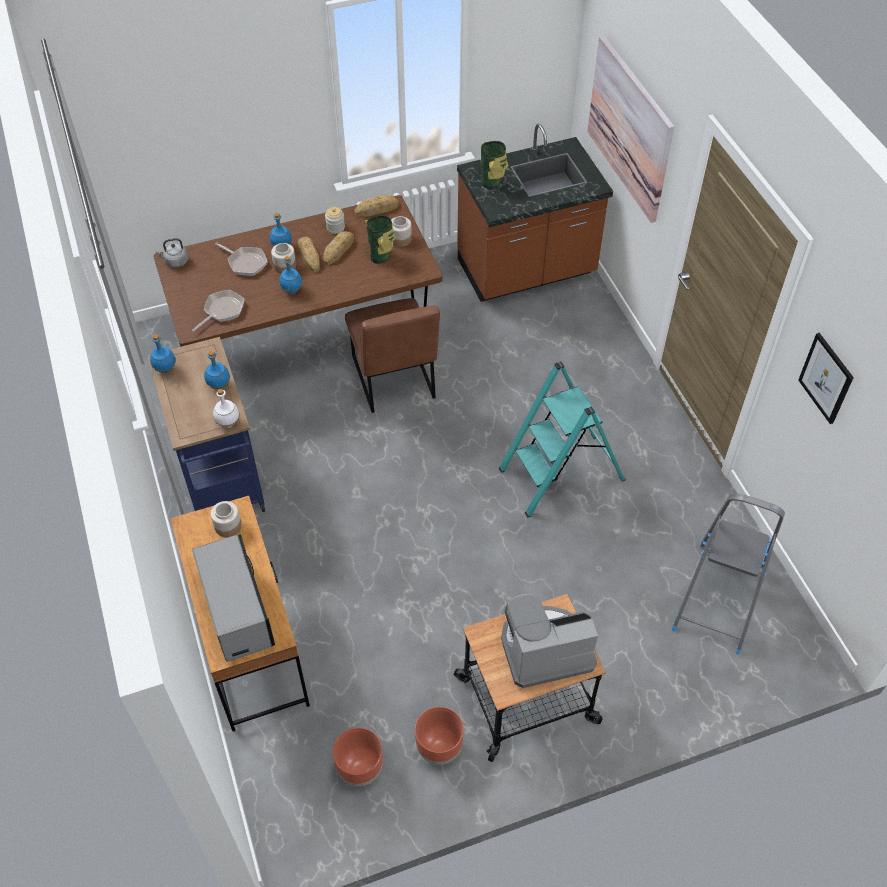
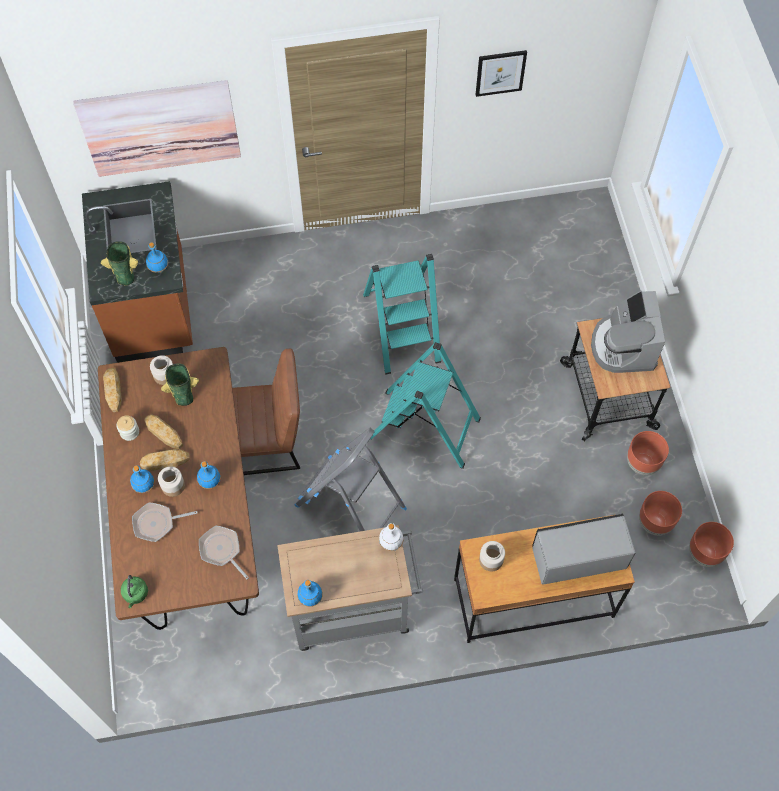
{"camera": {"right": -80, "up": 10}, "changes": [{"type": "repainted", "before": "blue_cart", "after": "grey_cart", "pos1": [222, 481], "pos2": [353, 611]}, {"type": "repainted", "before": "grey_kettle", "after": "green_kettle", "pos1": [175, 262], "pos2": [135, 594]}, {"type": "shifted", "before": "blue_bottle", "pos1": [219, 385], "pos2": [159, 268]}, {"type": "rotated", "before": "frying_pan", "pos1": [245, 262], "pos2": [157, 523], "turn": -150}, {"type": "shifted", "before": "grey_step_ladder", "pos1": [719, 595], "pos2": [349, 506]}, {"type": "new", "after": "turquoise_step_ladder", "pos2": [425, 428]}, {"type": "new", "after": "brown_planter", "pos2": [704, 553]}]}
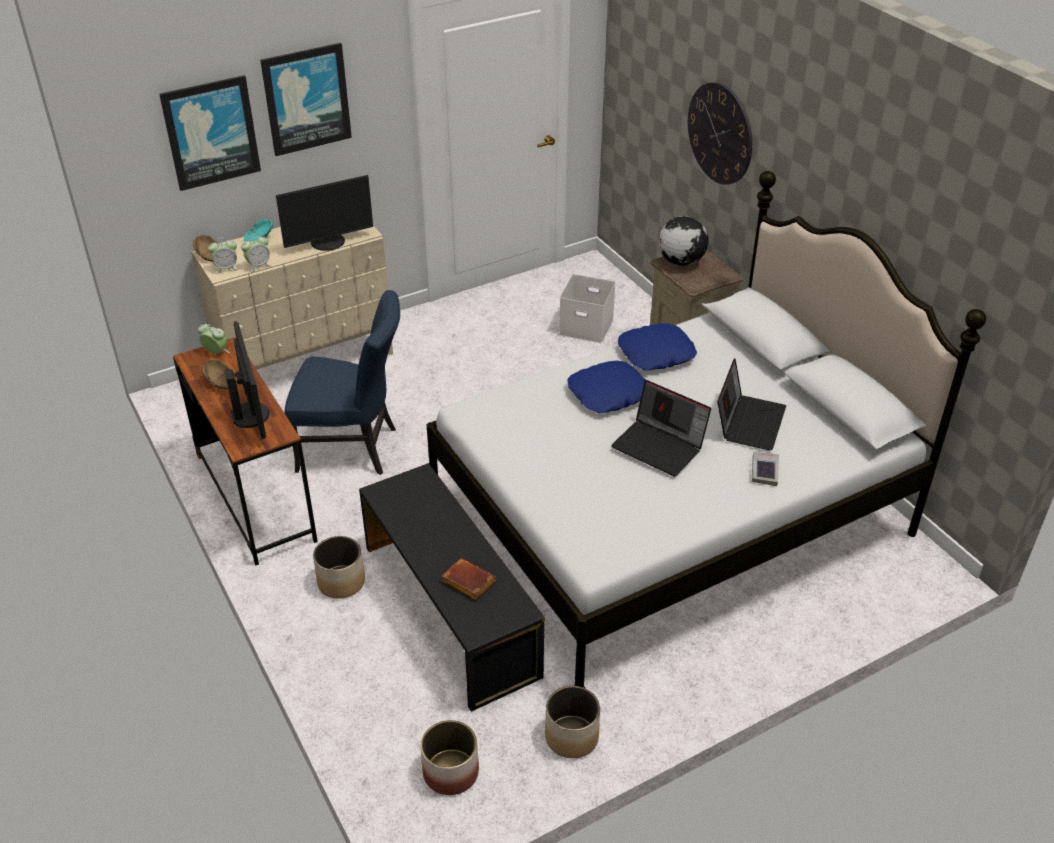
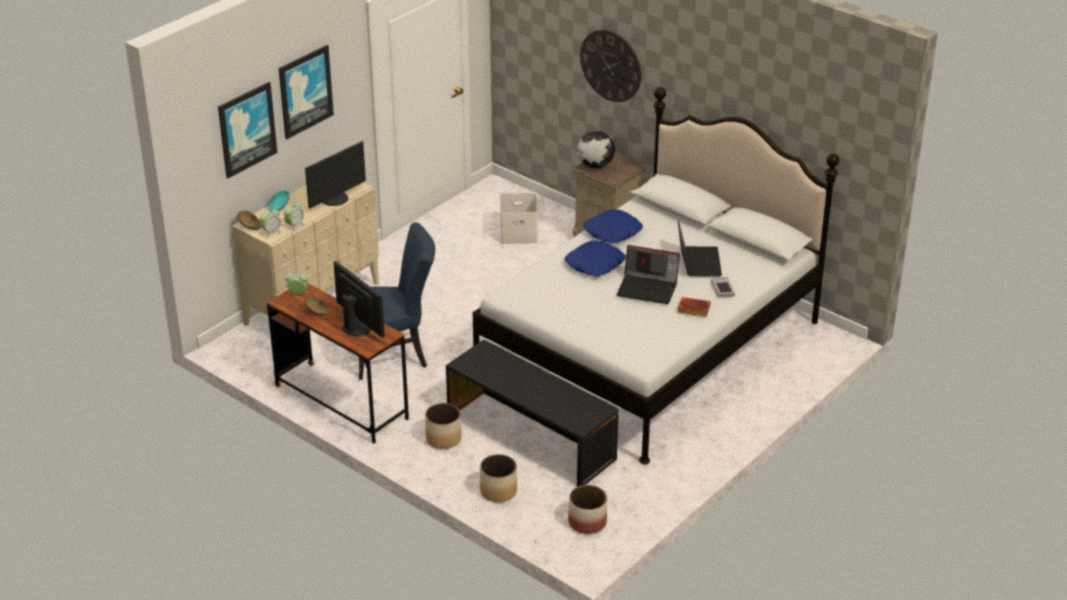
{"camera": {"right": -20, "up": -5}, "changes": [{"type": "shifted", "before": "brown_book", "pos1": [466, 582], "pos2": [692, 310]}, {"type": "shifted", "before": "planter", "pos1": [571, 737], "pos2": [498, 491]}]}
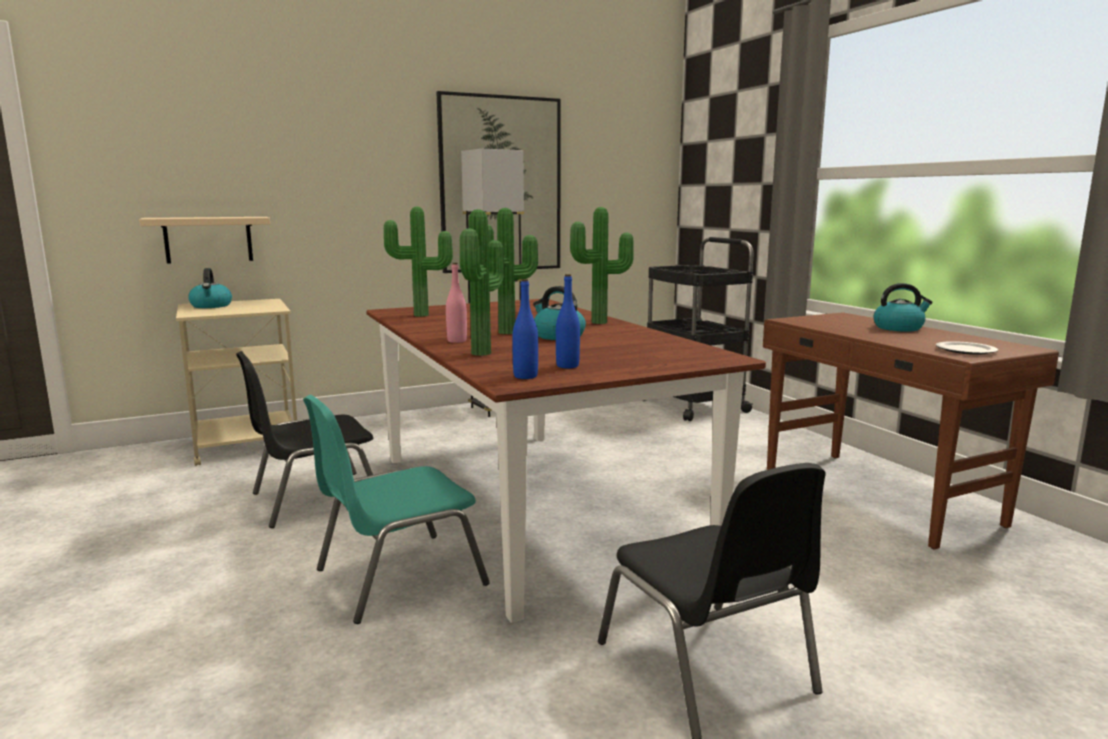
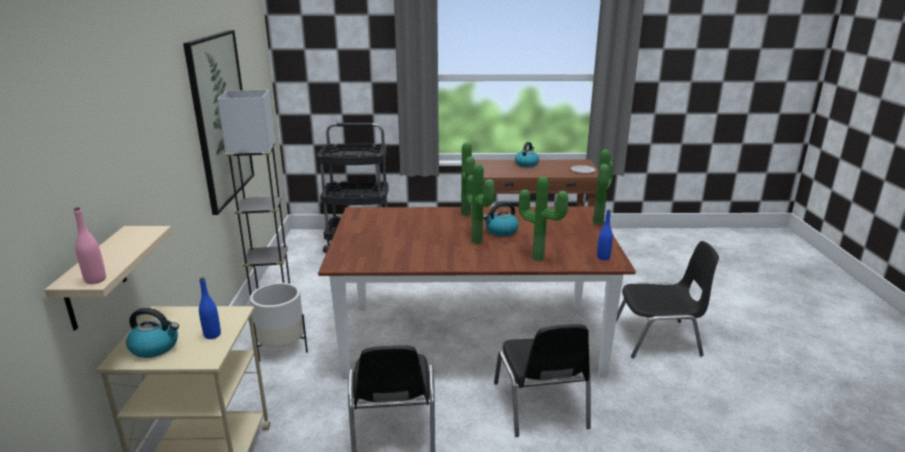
{"camera": {"right": -65, "up": 10}, "changes": [{"type": "repainted", "before": "turquoise_chair", "after": "black_chair", "pos1": [397, 577], "pos2": [541, 406]}, {"type": "shifted", "before": "potted_plant", "pos1": [421, 315], "pos2": [600, 222]}, {"type": "shifted", "before": "pink_bottle", "pos1": [457, 341], "pos2": [95, 280]}, {"type": "shifted", "before": "blue_bottle", "pos1": [567, 366], "pos2": [212, 335]}, {"type": "new", "after": "white_planter", "pos2": [282, 349]}]}
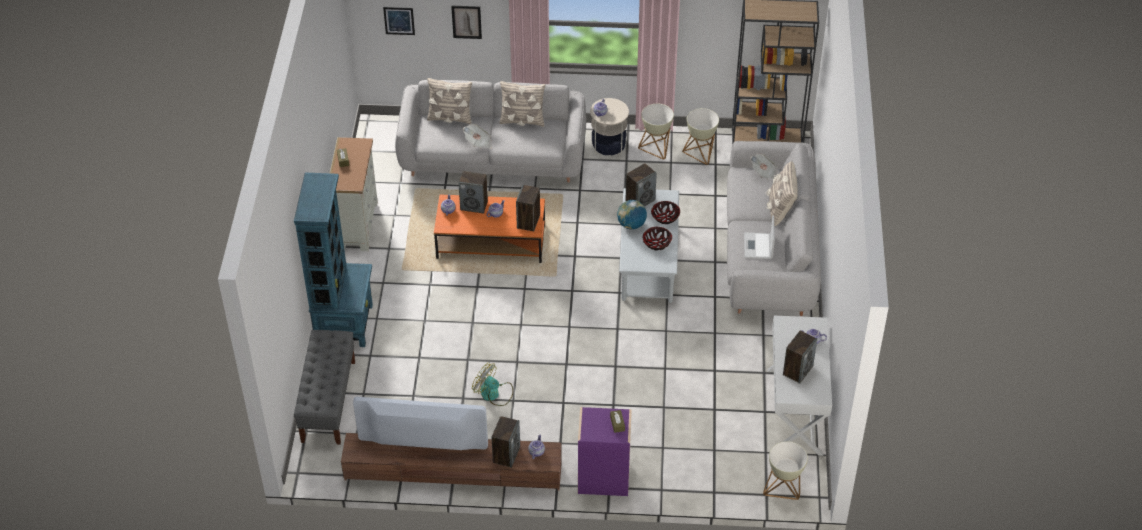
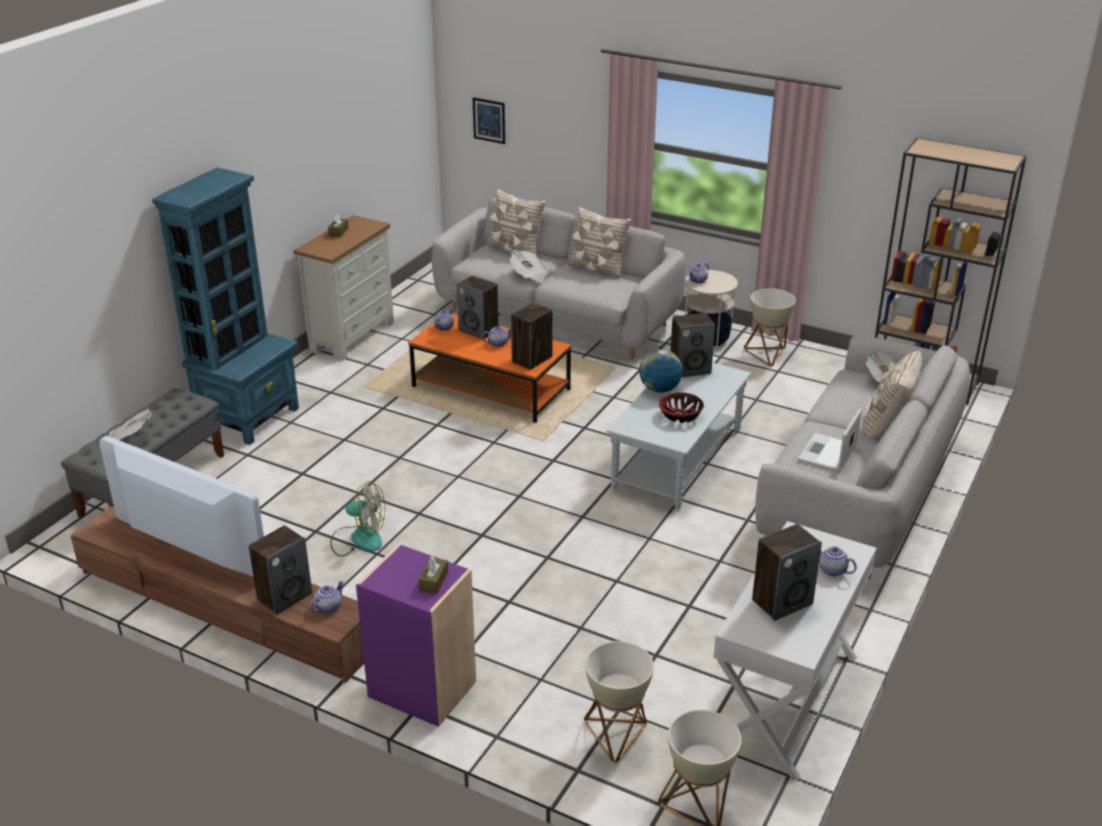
{"camera": {"right": 25, "up": -15}, "changes": [{"type": "gone", "before": "picture", "pos1": [466, 22]}, {"type": "rotated", "before": "fan", "pos1": [494, 394], "pos2": [358, 539], "turn": 135}, {"type": "gone", "before": "bowl", "pos1": [665, 218]}, {"type": "shifted", "before": "planter", "pos1": [700, 153], "pos2": [616, 735]}, {"type": "new", "after": "newspaper", "pos2": [130, 437]}]}
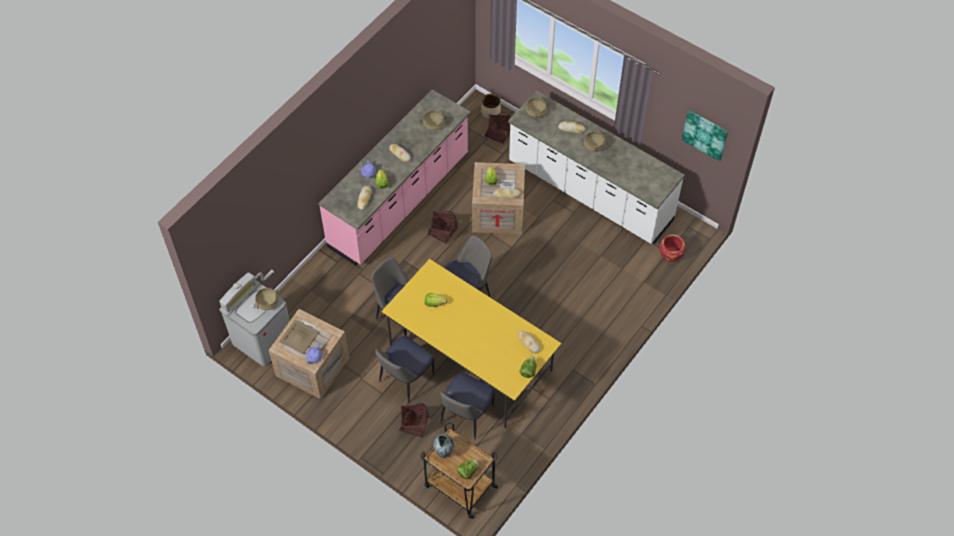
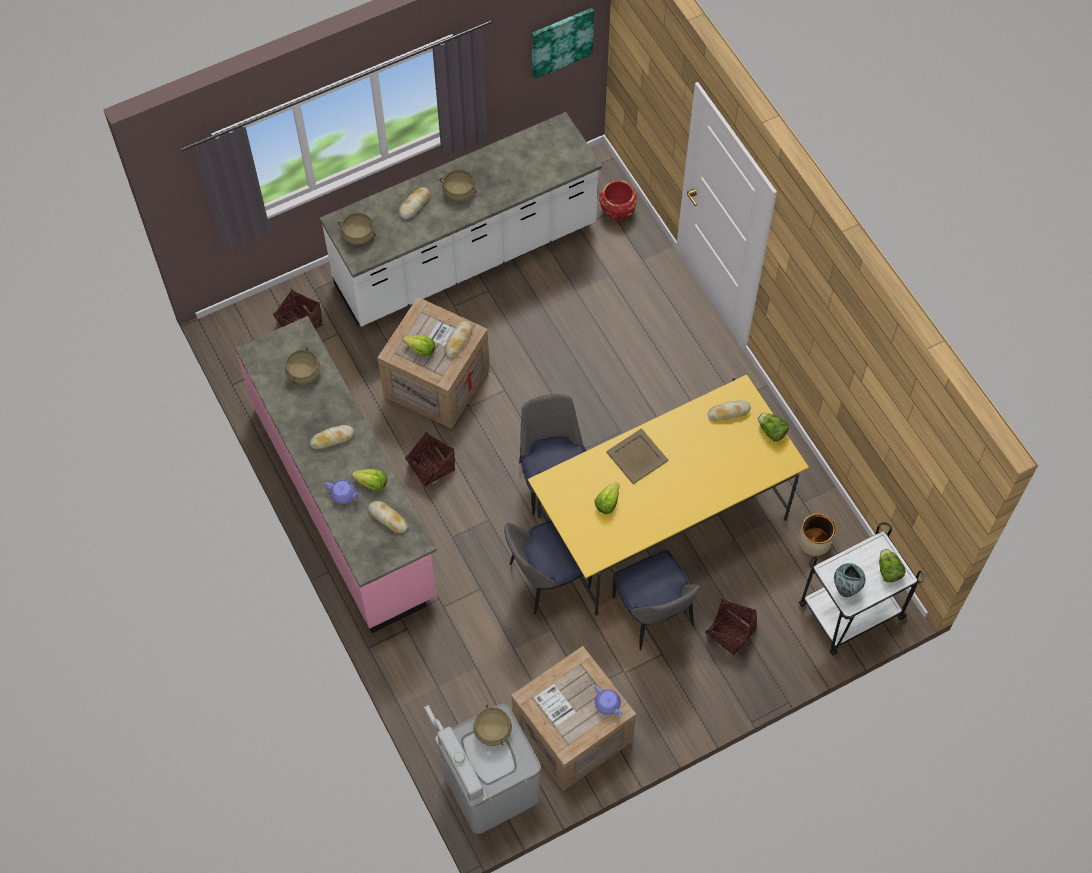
{"camera": {"right": -65, "up": 5}, "changes": [{"type": "shifted", "before": "beige_tray", "pos1": [299, 337], "pos2": [637, 456]}, {"type": "repainted", "before": "brown_cart", "after": "white_cart", "pos1": [459, 486], "pos2": [849, 612]}, {"type": "gone", "before": "chair", "pos1": [466, 416]}, {"type": "shifted", "before": "beige_planter", "pos1": [490, 112], "pos2": [814, 541]}]}
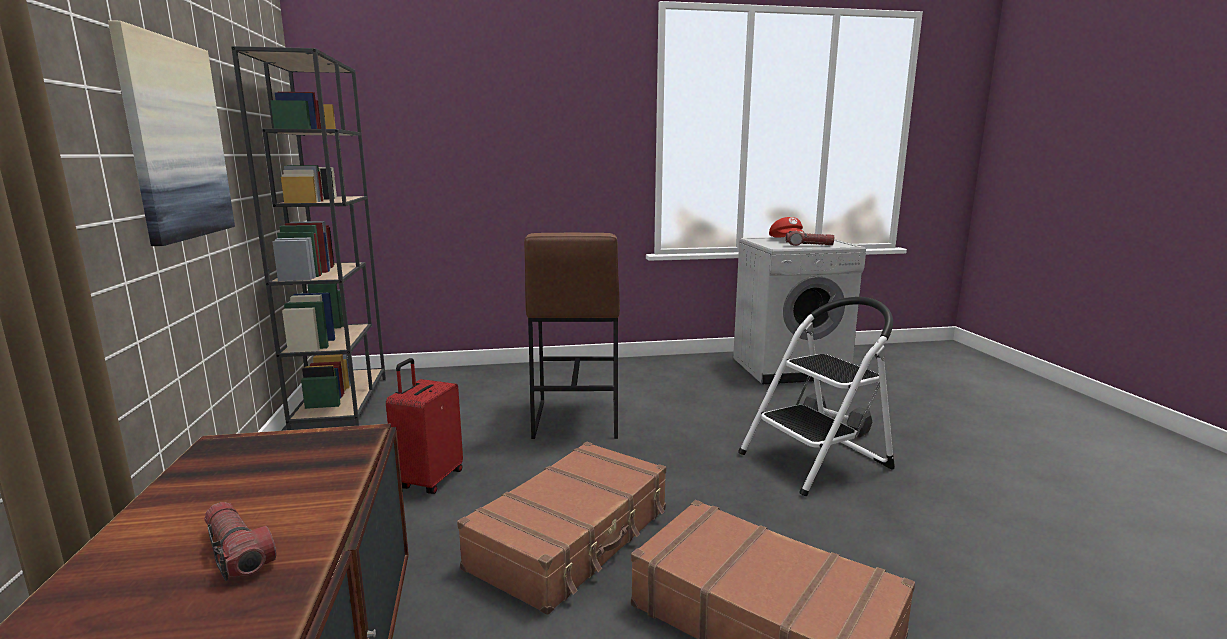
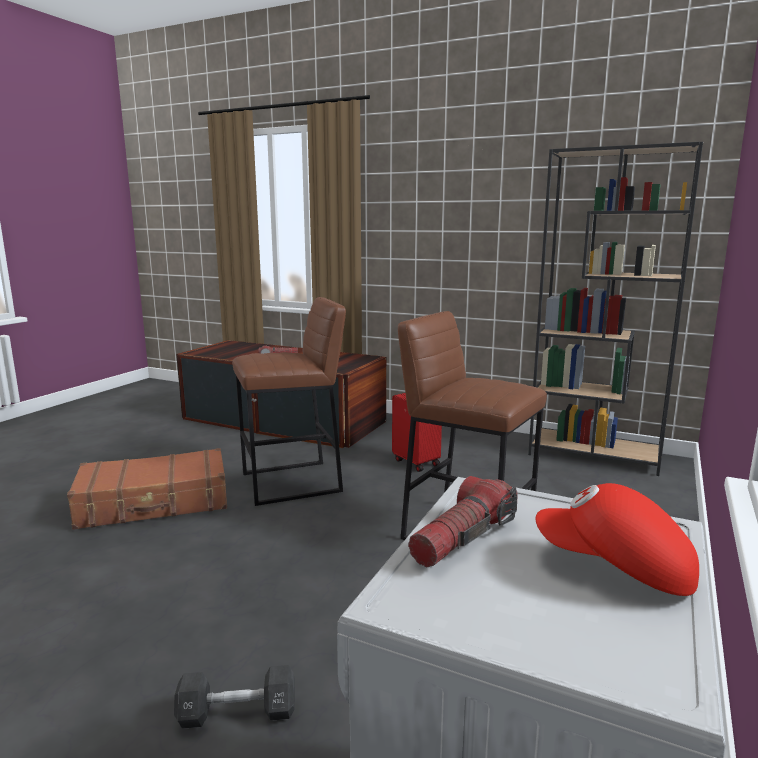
{"camera": {"right": 125, "up": 0}, "changes": [{"type": "gone", "before": "picture", "pos1": [175, 140]}, {"type": "swapped", "before": "brown_suitcase", "after": "brown_stool", "pos1": [572, 538], "pos2": [293, 482]}, {"type": "gone", "before": "step_ladder", "pos1": [819, 460]}]}
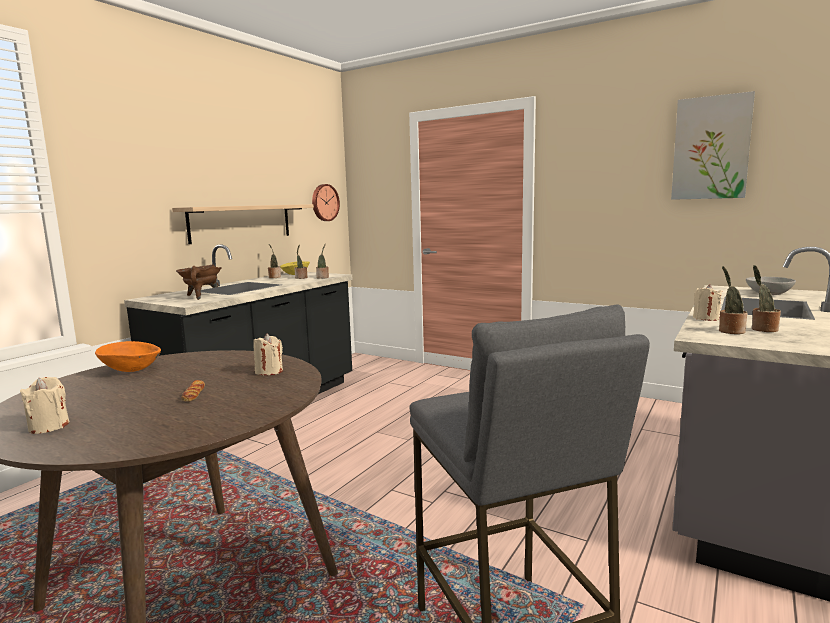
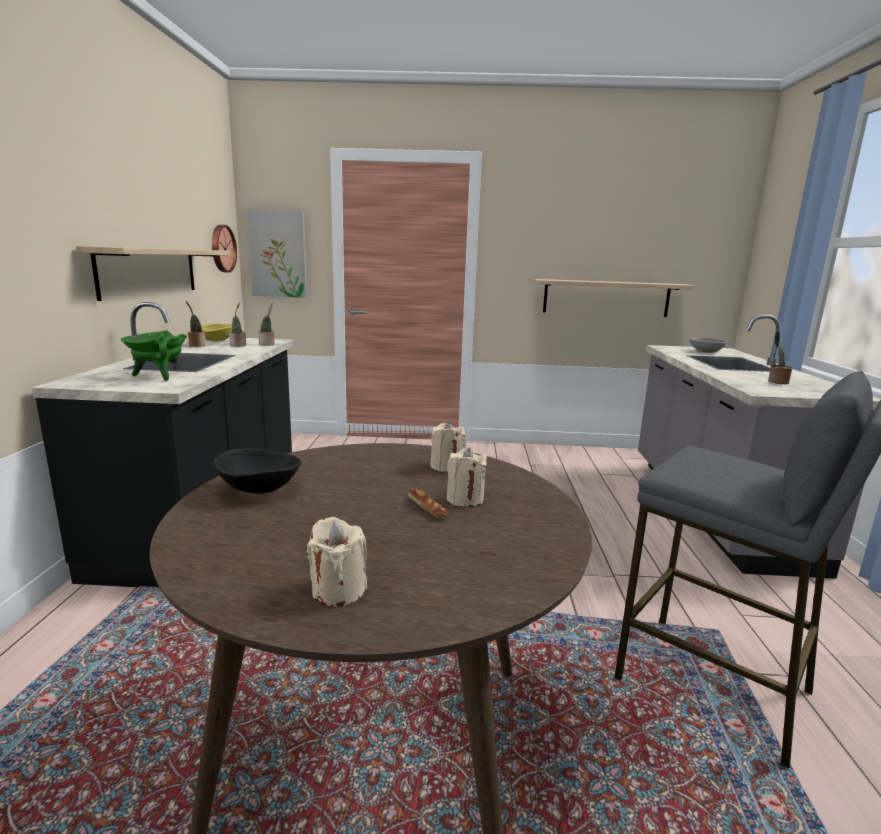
{"camera": {"right": -30, "up": 5}, "changes": [{"type": "repainted", "before": "orange_bowl", "after": "black_bowl", "pos1": [131, 370], "pos2": [259, 490]}, {"type": "repainted", "before": "brown_cooking_pot", "after": "green_cooking_pot", "pos1": [201, 296], "pos2": [158, 376]}, {"type": "shifted", "before": "picture", "pos1": [711, 148], "pos2": [278, 254]}, {"type": "shifted", "before": "beige_candle", "pos1": [706, 318], "pos2": [465, 499]}, {"type": "gone", "before": "potted_plant", "pos1": [730, 331]}, {"type": "new", "after": "shelf", "pos2": [606, 298]}]}
